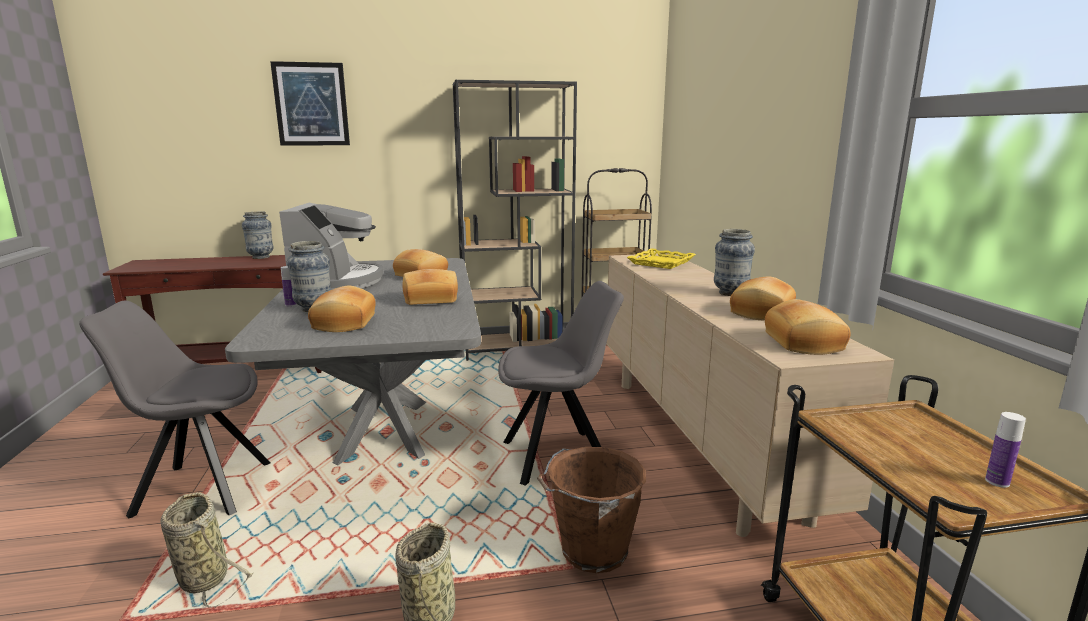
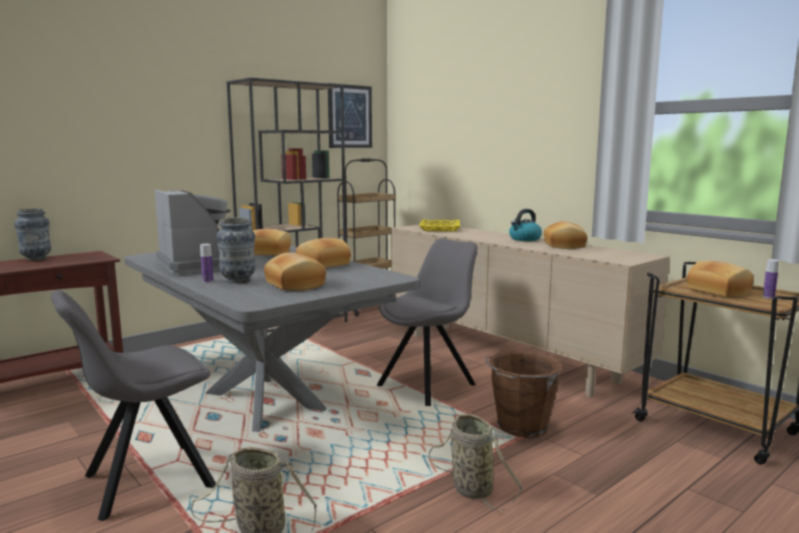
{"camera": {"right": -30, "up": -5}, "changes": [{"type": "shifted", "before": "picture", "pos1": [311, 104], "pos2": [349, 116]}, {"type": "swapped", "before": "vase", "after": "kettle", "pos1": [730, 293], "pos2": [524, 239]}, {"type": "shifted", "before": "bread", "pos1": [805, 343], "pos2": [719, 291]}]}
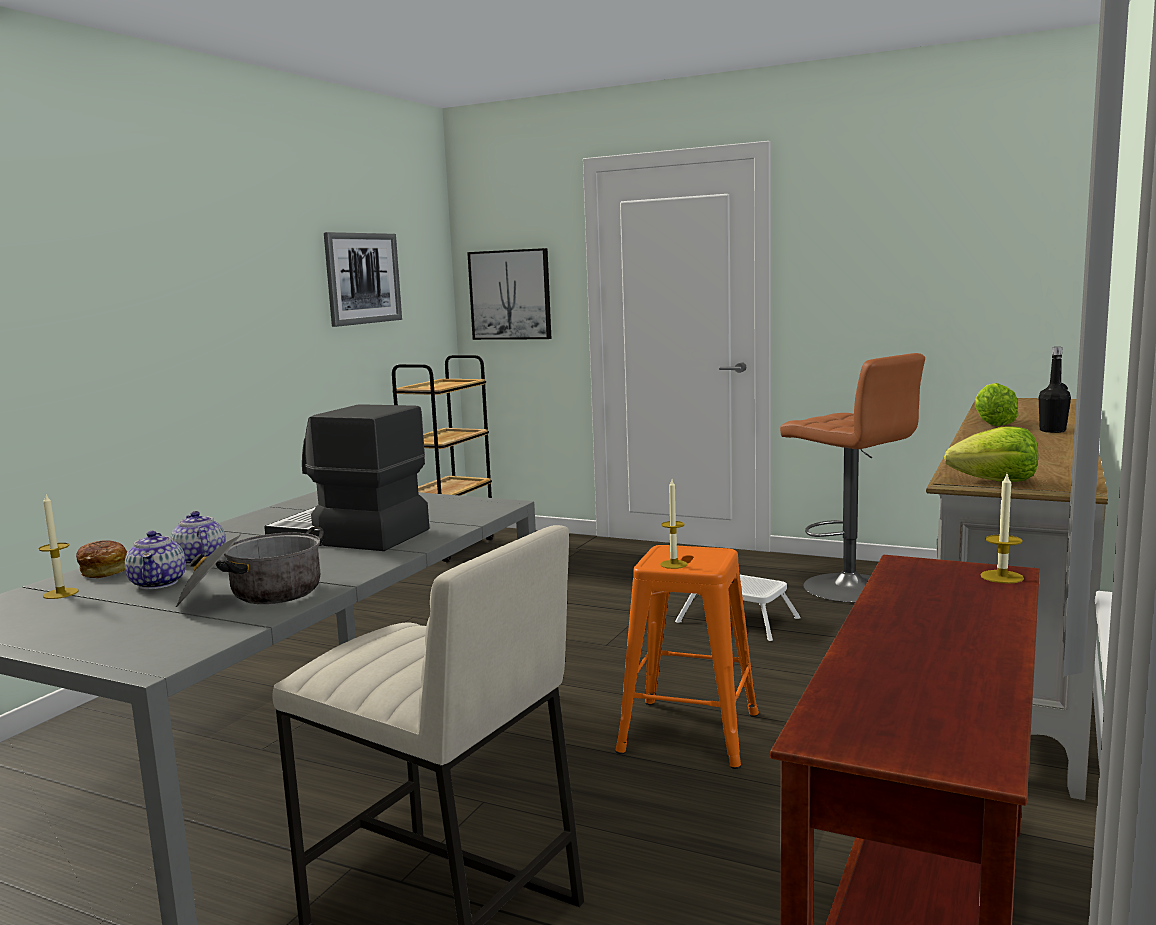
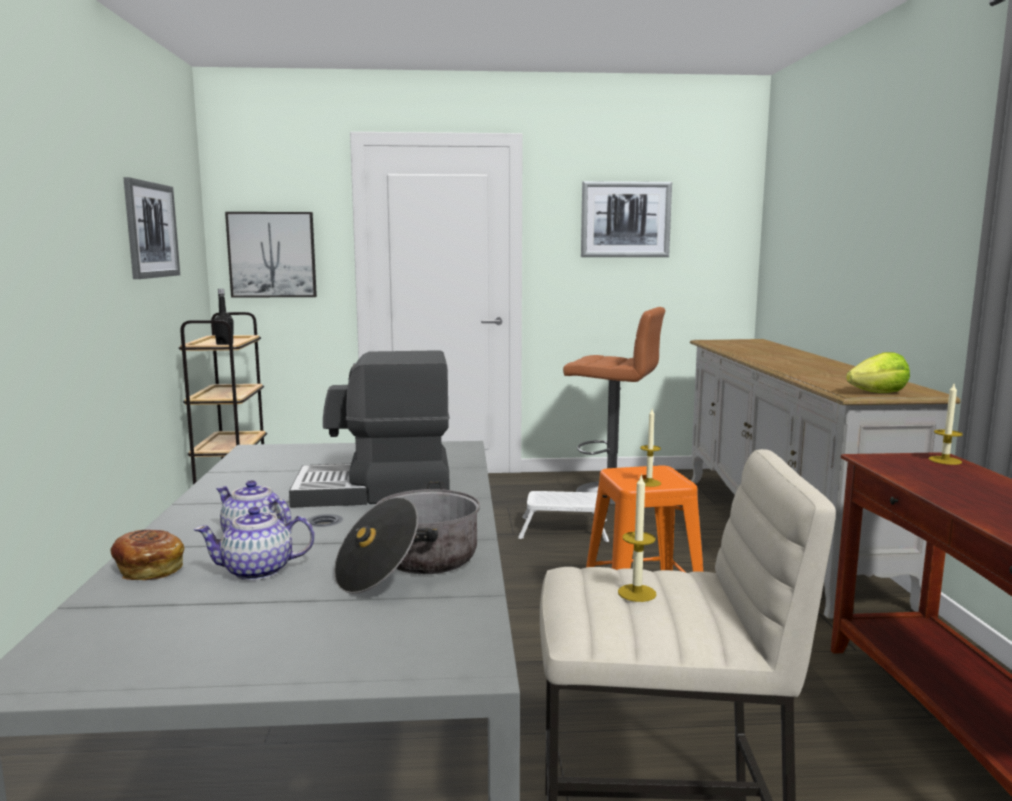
{"camera": {"right": -30, "up": 0}, "changes": [{"type": "shifted", "before": "candle", "pos1": [60, 593], "pos2": [637, 593]}, {"type": "rotated", "before": "teapot", "pos1": [159, 583], "pos2": [258, 571], "turn": 120}, {"type": "gone", "before": "lettuce", "pos1": [992, 424]}, {"type": "shifted", "before": "black_bottle", "pos1": [1052, 431], "pos2": [224, 344]}, {"type": "new", "after": "picture", "pos2": [625, 219]}]}
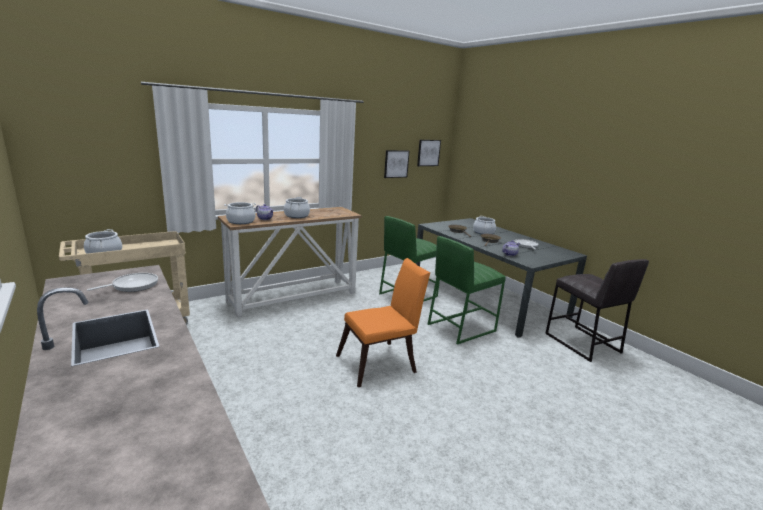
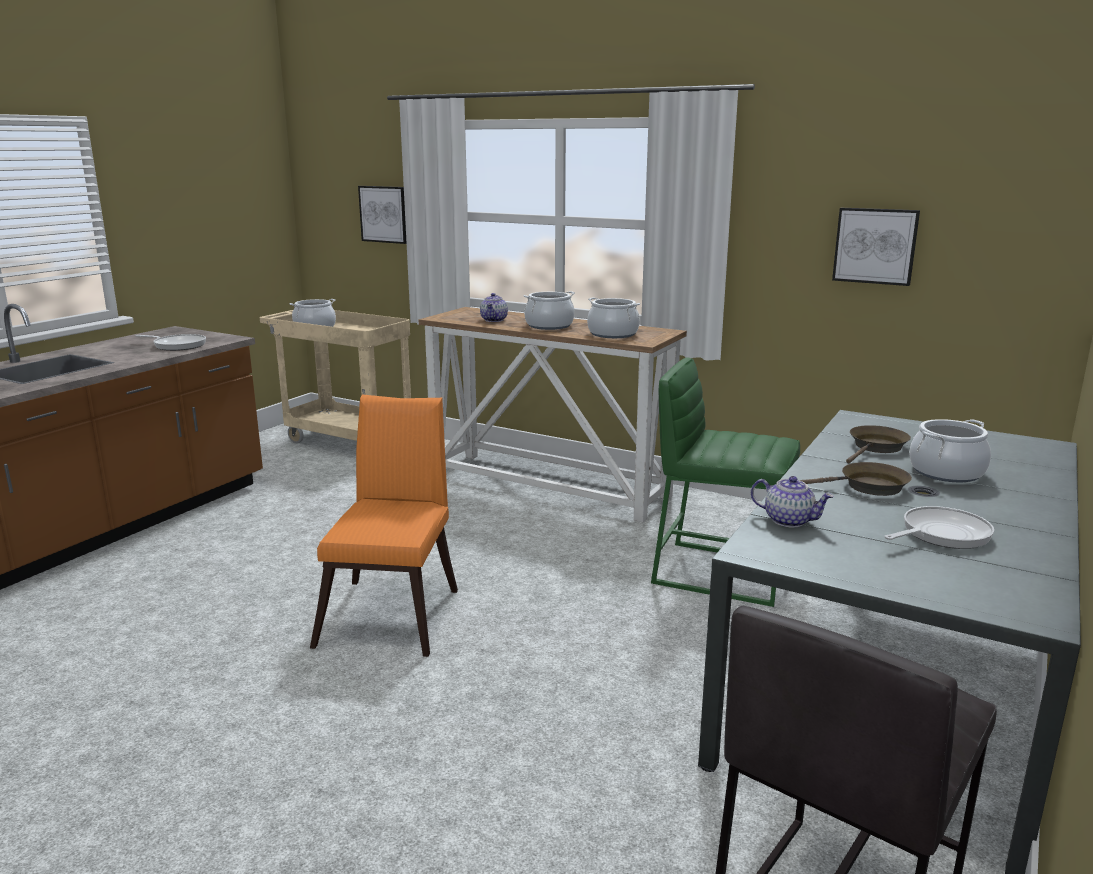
{"camera": {"right": 65, "up": 0}, "changes": [{"type": "shifted", "before": "cooking_pot", "pos1": [241, 221], "pos2": [613, 334]}, {"type": "rotated", "before": "orange_chair", "pos1": [381, 363], "pos2": [394, 612], "turn": -120}, {"type": "shifted", "before": "picture", "pos1": [428, 153], "pos2": [384, 214]}, {"type": "gone", "before": "green_stool", "pos1": [460, 327]}]}
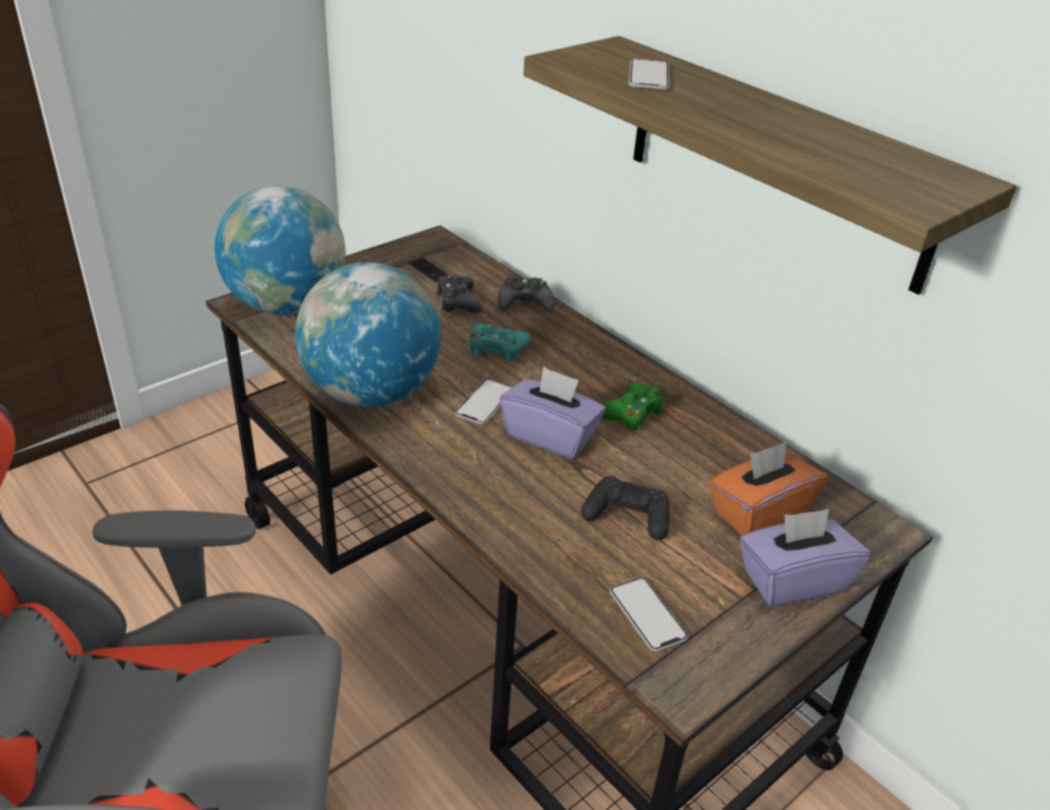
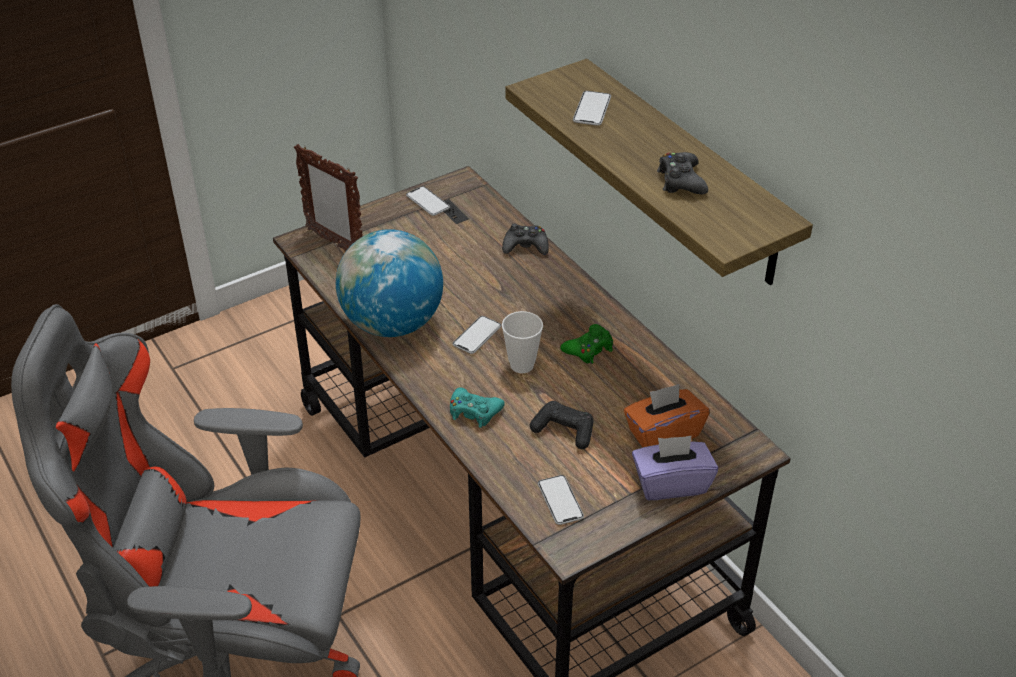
{"camera": {"right": 10, "up": 5}, "changes": [{"type": "swapped", "before": "globe", "after": "picture_frame", "pos1": [287, 305], "pos2": [335, 243]}, {"type": "shifted", "before": "black_game_controller", "pos1": [458, 301], "pos2": [681, 181]}, {"type": "shifted", "before": "turquoise_game_controller", "pos1": [497, 349], "pos2": [474, 412]}, {"type": "swapped", "before": "purple_tissue_box", "after": "cup", "pos1": [550, 436], "pos2": [522, 365]}, {"type": "new", "after": "phone", "pos2": [427, 202]}]}
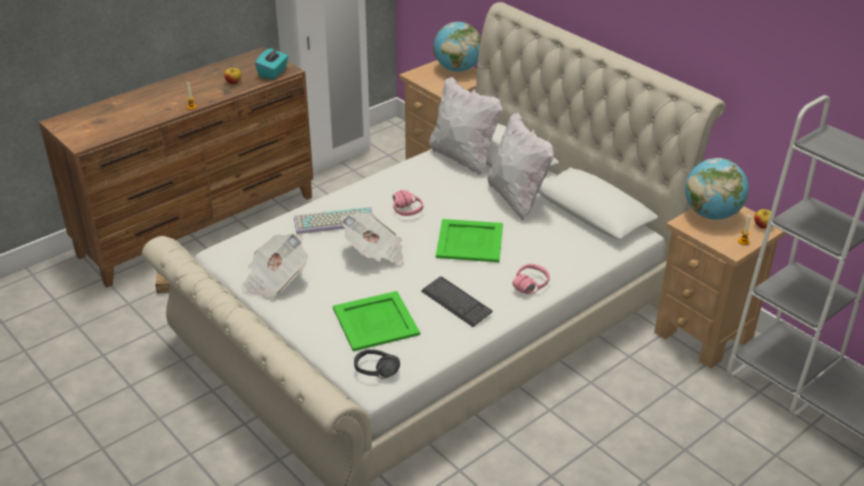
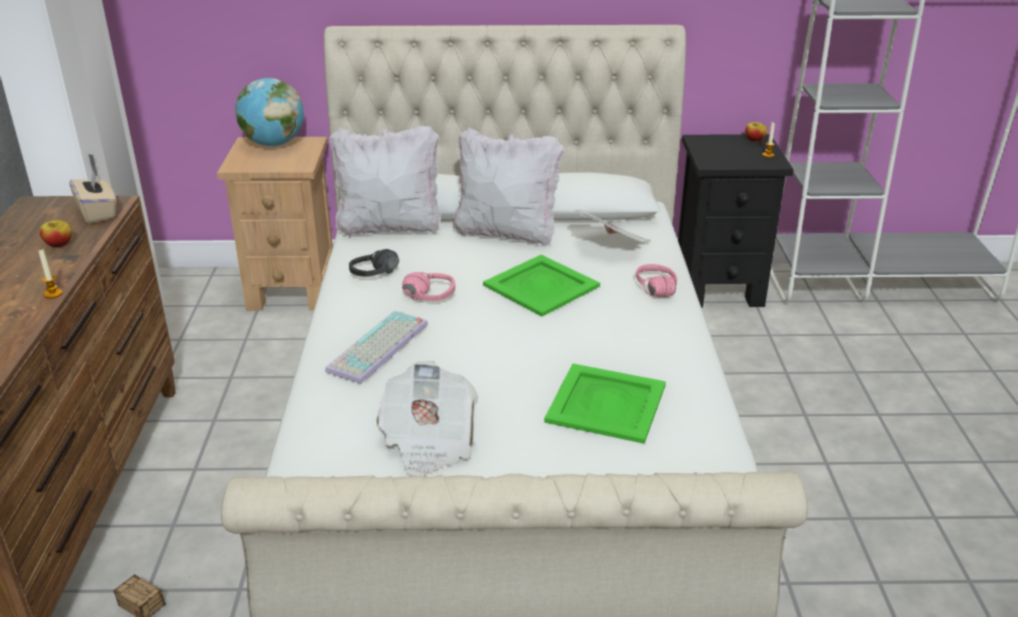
{"camera": {"right": -50, "up": -5}, "changes": [{"type": "repainted", "before": "turquoise_tissue_box", "after": "beige_tissue_box", "pos1": [273, 73], "pos2": [98, 213]}, {"type": "shifted", "before": "newspaper", "pos1": [375, 252], "pos2": [613, 246]}, {"type": "shifted", "before": "black_headphones", "pos1": [375, 375], "pos2": [379, 276]}, {"type": "gone", "before": "keyboard", "pos1": [456, 303]}, {"type": "repainted", "before": "beige_nightstand", "after": "black_nightstand", "pos1": [703, 336], "pos2": [720, 288]}, {"type": "gone", "before": "globe", "pos1": [711, 214]}]}
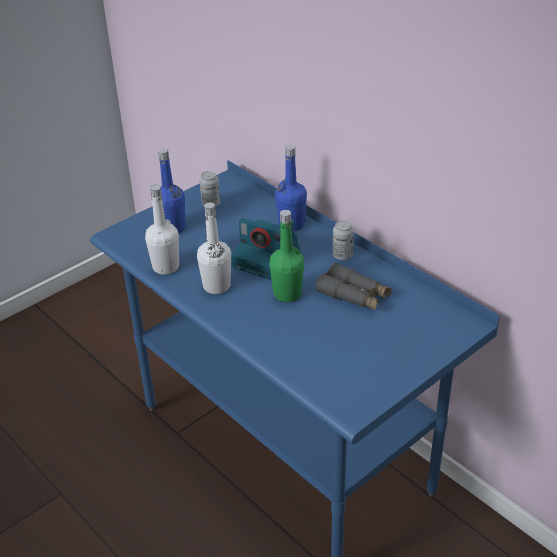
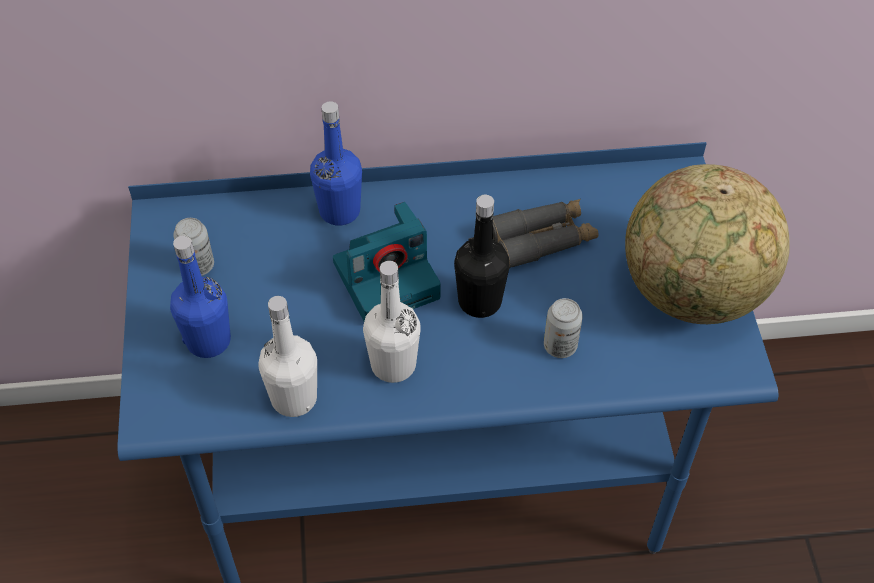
{"camera": {"right": -55, "up": 15}, "changes": [{"type": "repainted", "before": "green_bottle", "after": "black_bottle", "pos1": [287, 294], "pos2": [479, 301]}, {"type": "shifted", "before": "can", "pos1": [342, 255], "pos2": [560, 346]}, {"type": "new", "after": "globe", "pos2": [692, 293]}]}
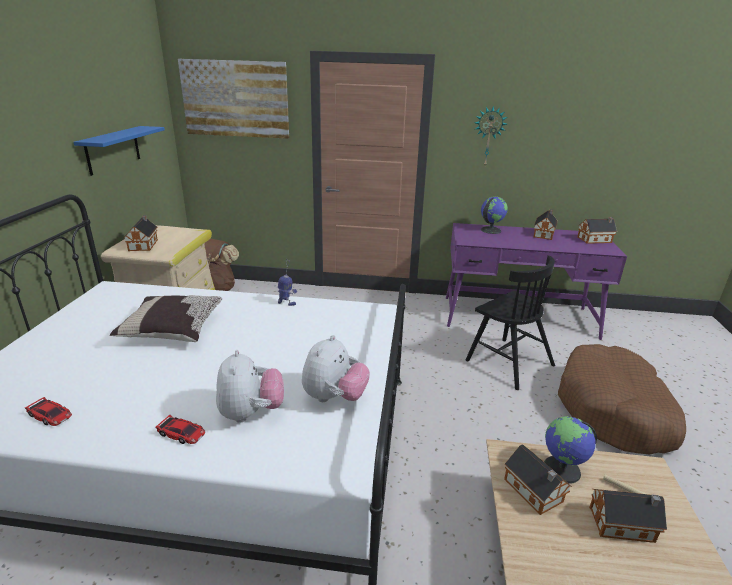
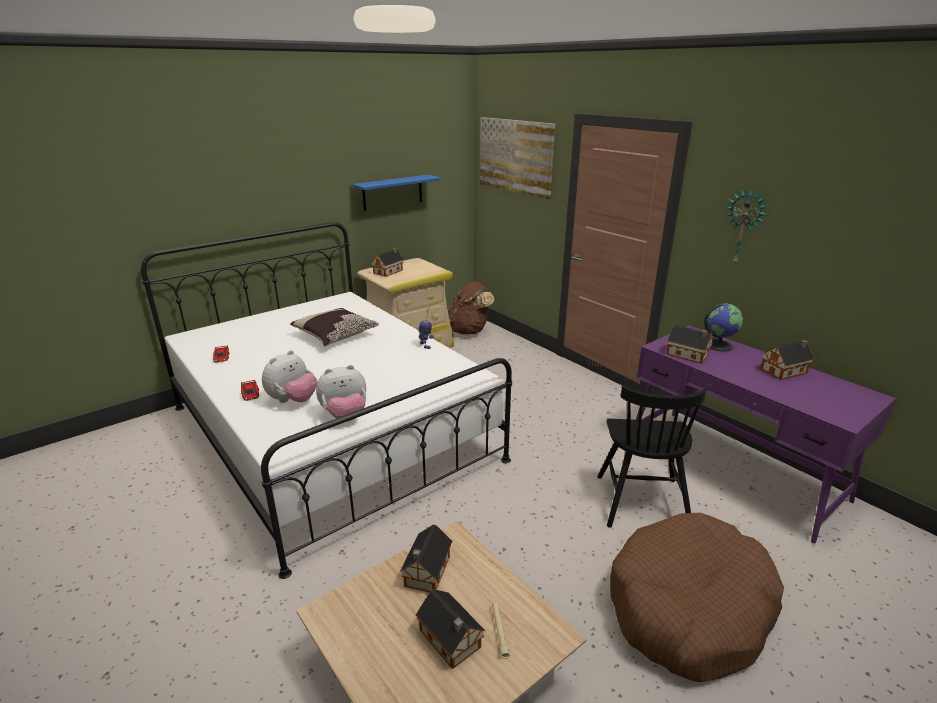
{"camera": {"right": 45, "up": 0}, "changes": [{"type": "gone", "before": "globe", "pos1": [562, 470]}, {"type": "shifted", "before": "toy_house", "pos1": [595, 240], "pos2": [689, 355]}]}
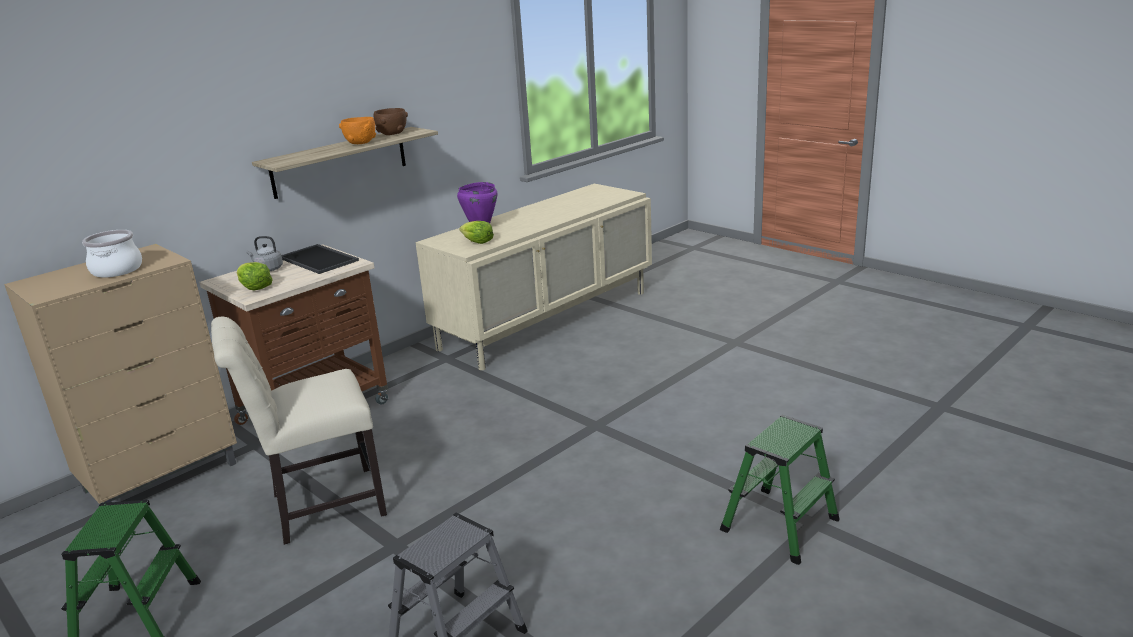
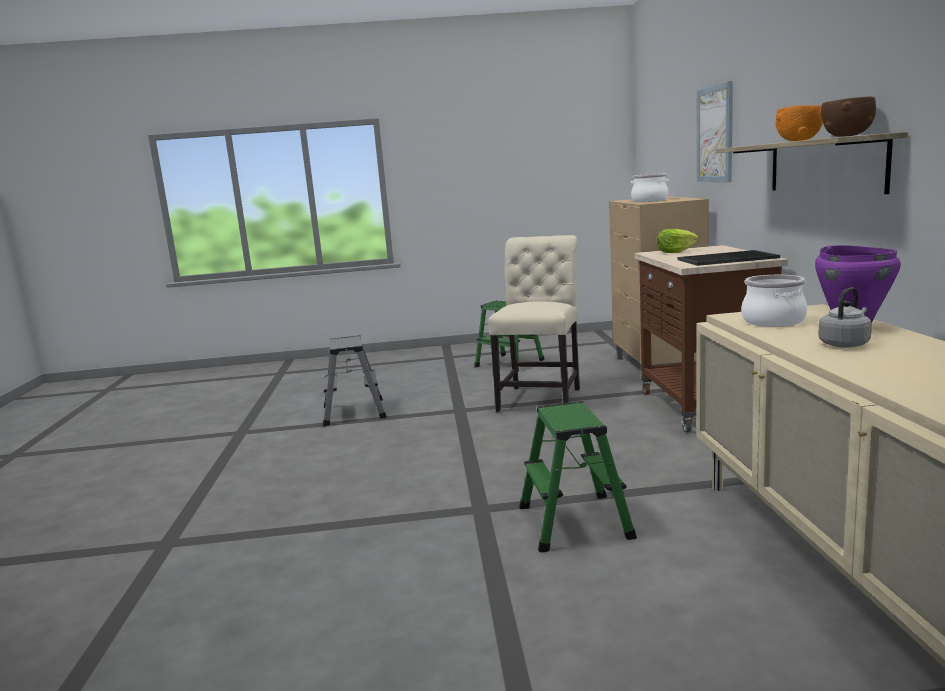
{"camera": {"right": 130, "up": -10}, "changes": [{"type": "shifted", "before": "grey_kettle", "pos1": [267, 269], "pos2": [845, 344]}, {"type": "swapped", "before": "lettuce", "after": "cooking_pot", "pos1": [477, 242], "pos2": [772, 321]}, {"type": "shifted", "before": "green_step_ladder", "pos1": [780, 524], "pos2": [575, 522]}, {"type": "new", "after": "picture", "pos2": [715, 134]}]}
